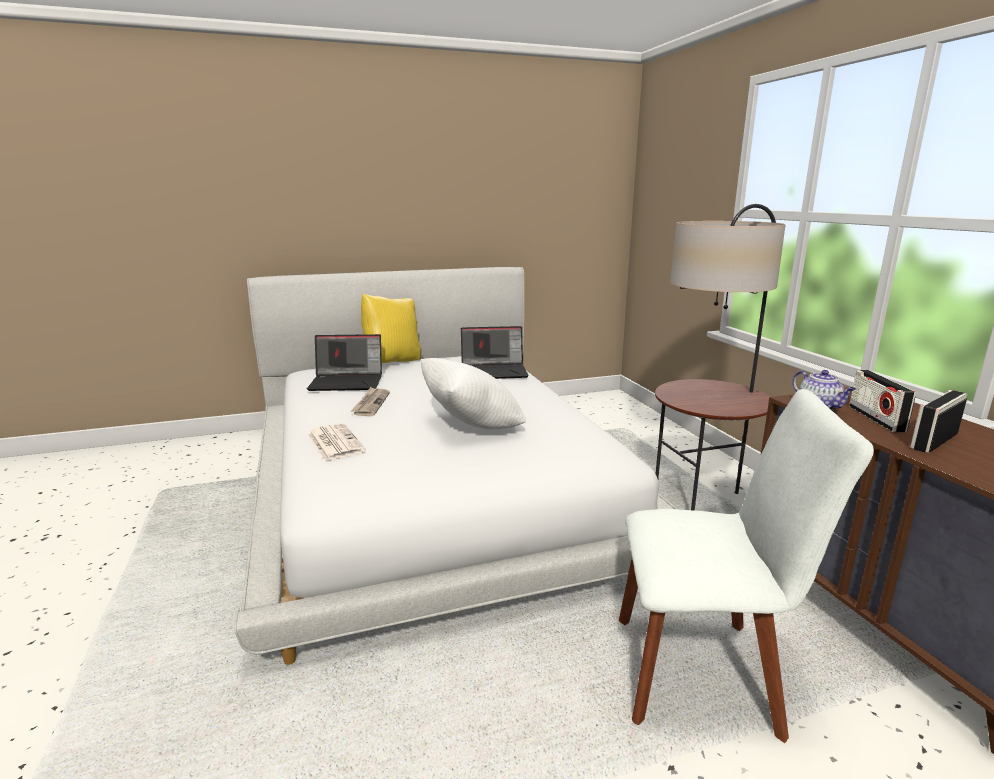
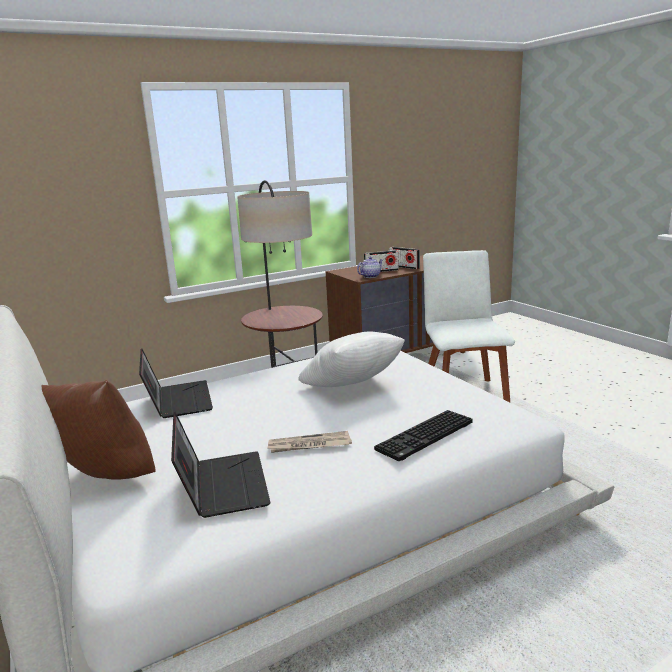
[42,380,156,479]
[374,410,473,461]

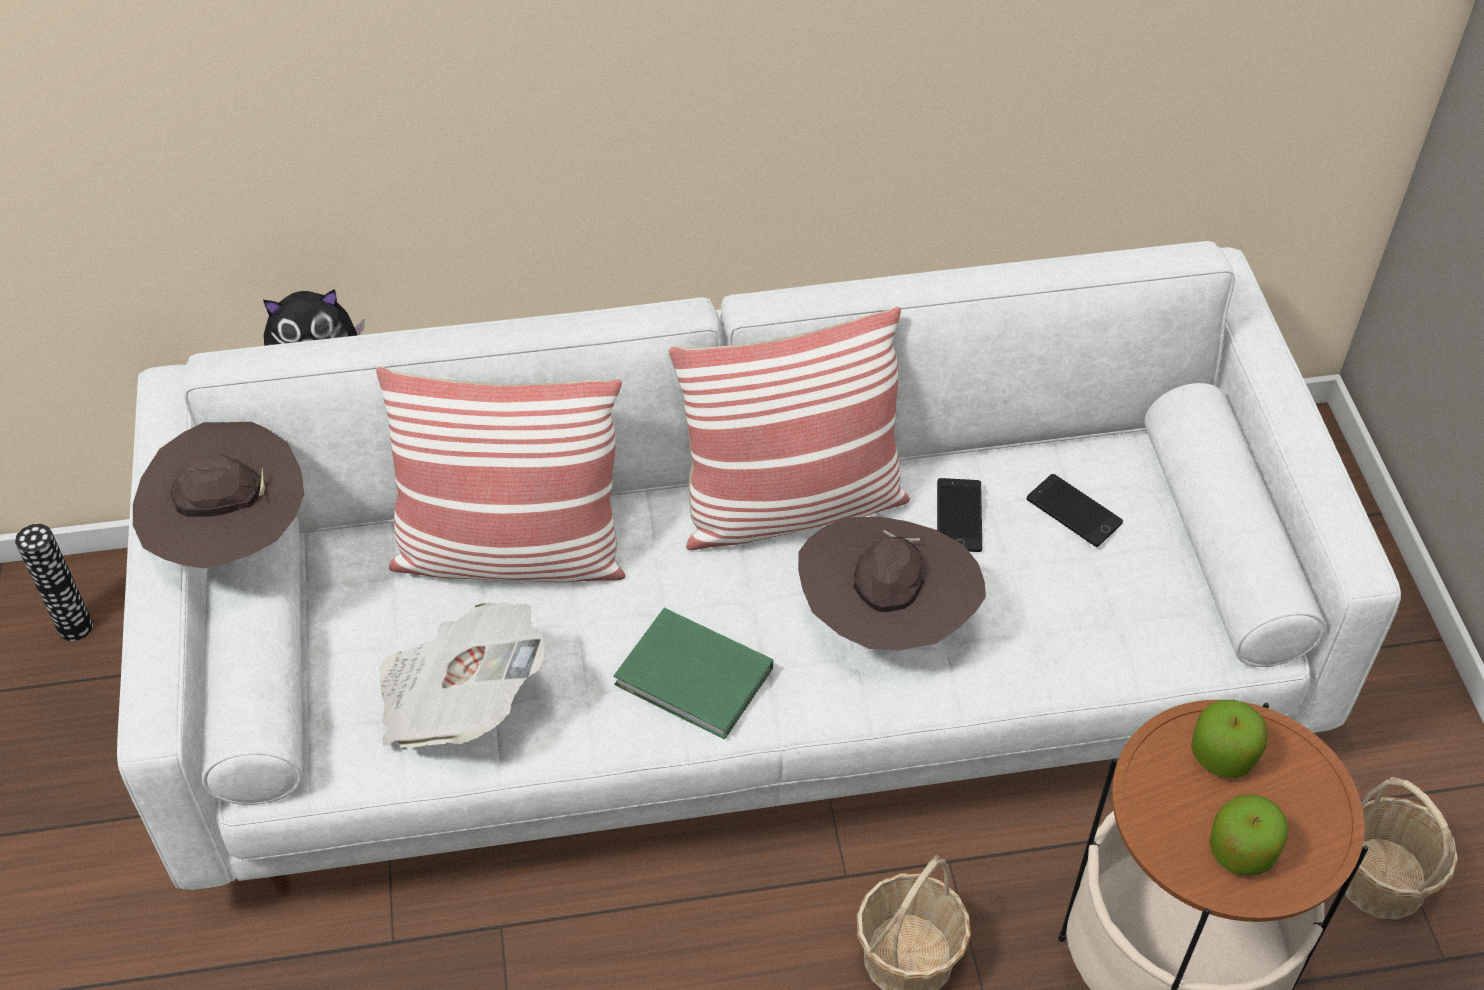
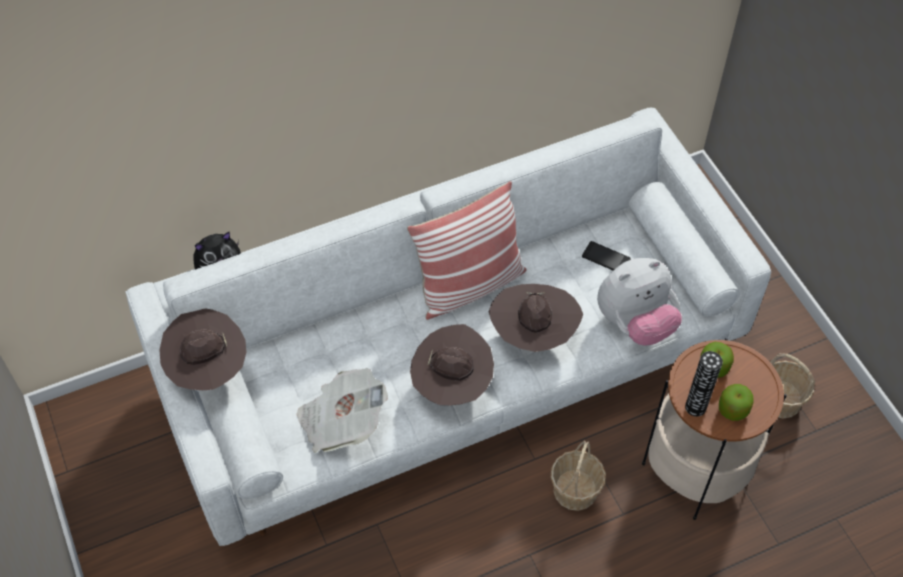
[410,324,494,406]
[597,258,682,346]
[685,351,723,417]
[376,366,625,582] (first image)
[937,478,982,552] (first image)

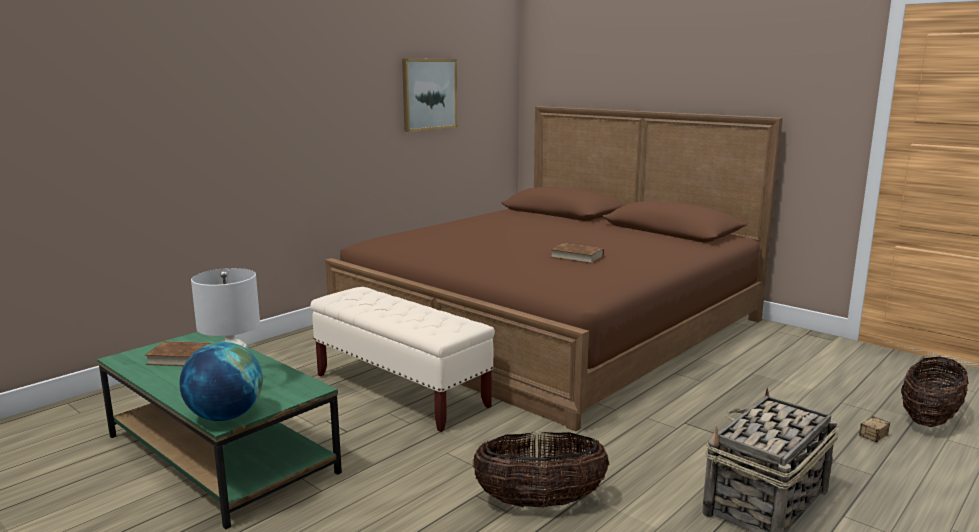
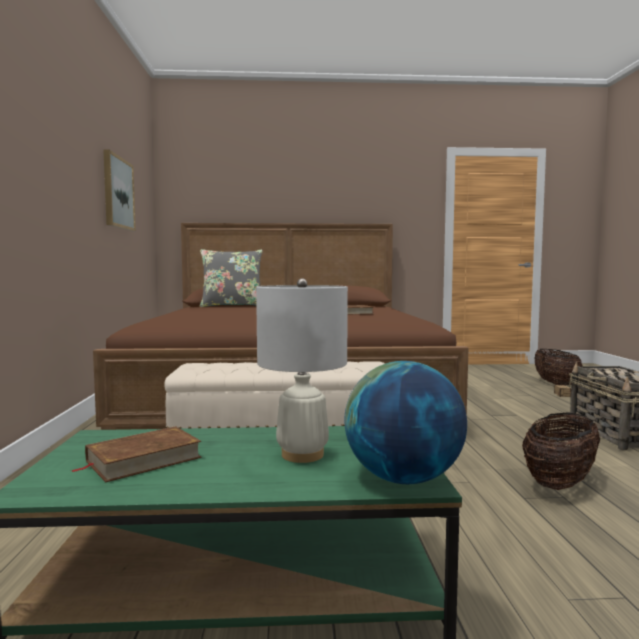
[200,249,263,307]

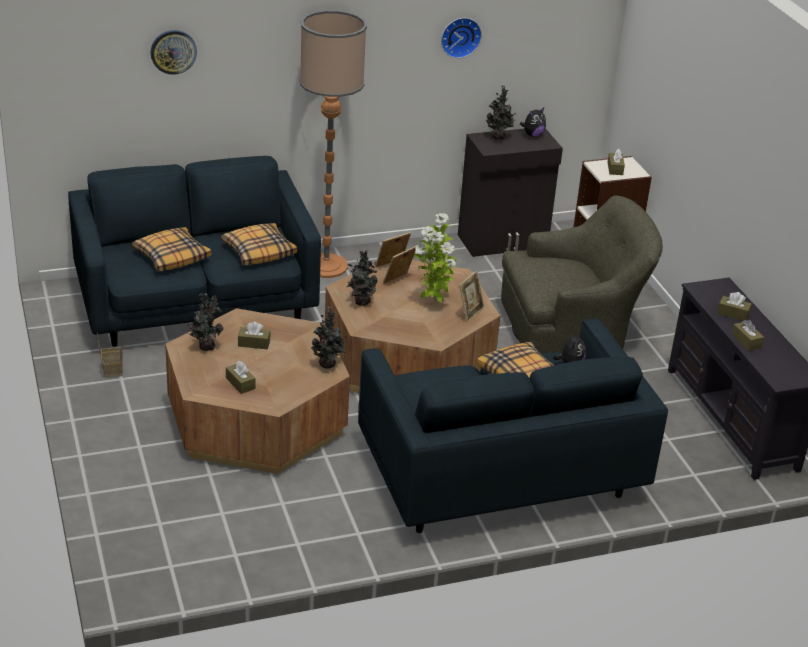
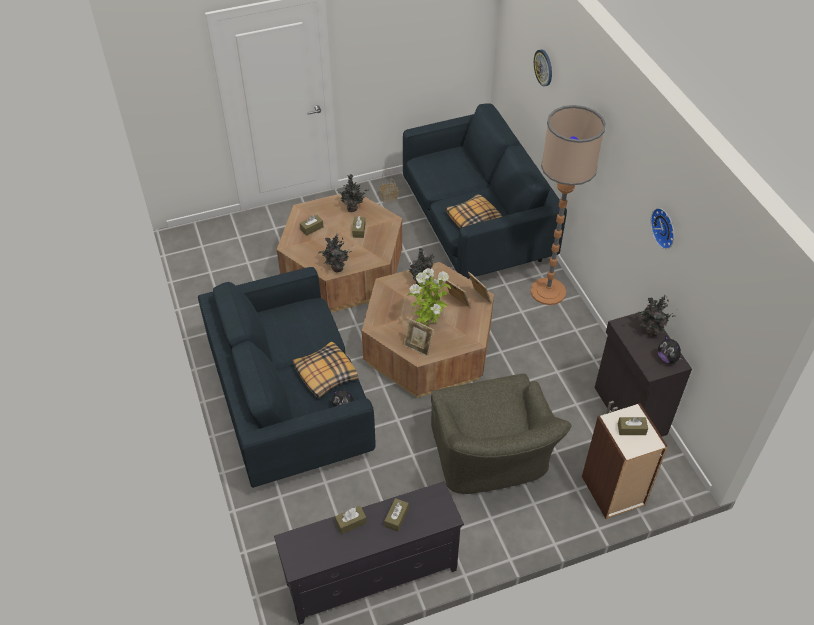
[132,227,211,271] (first image)

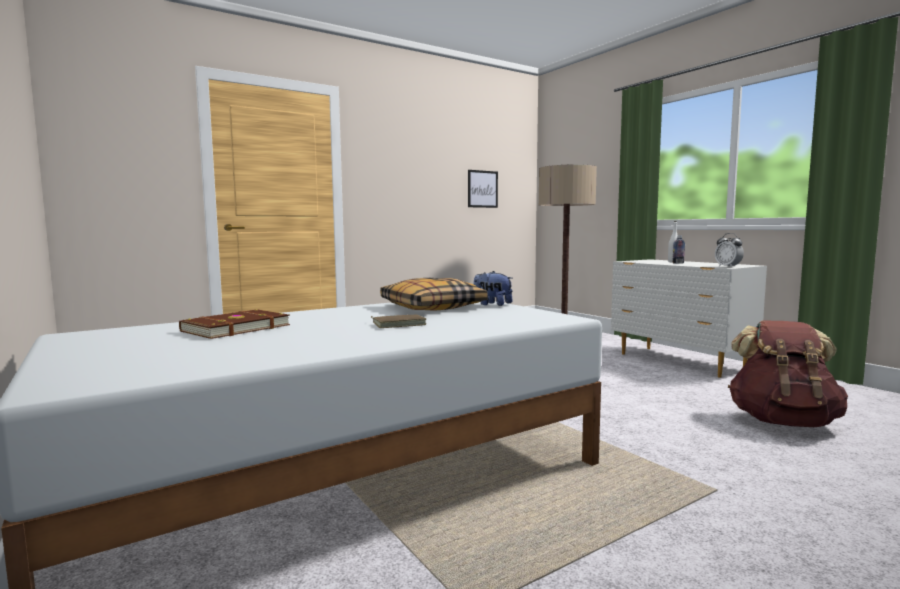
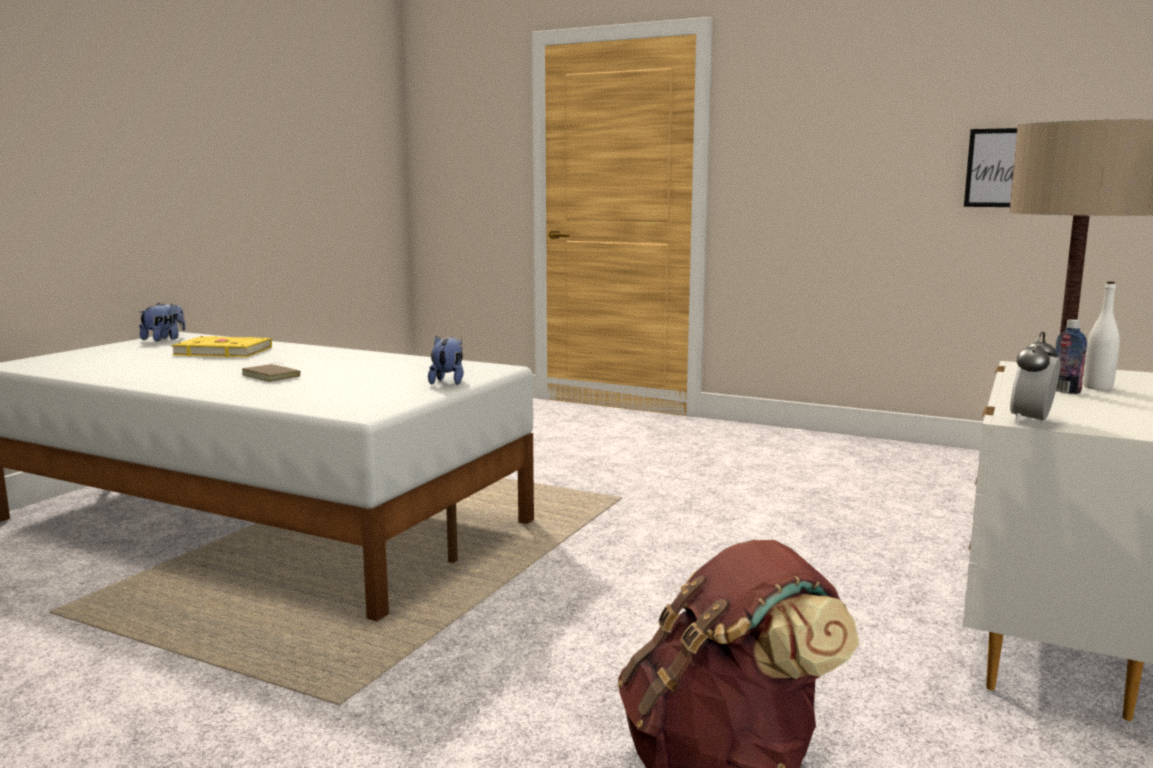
[139,302,185,341]
[171,336,272,357]
[380,278,488,311] (first image)

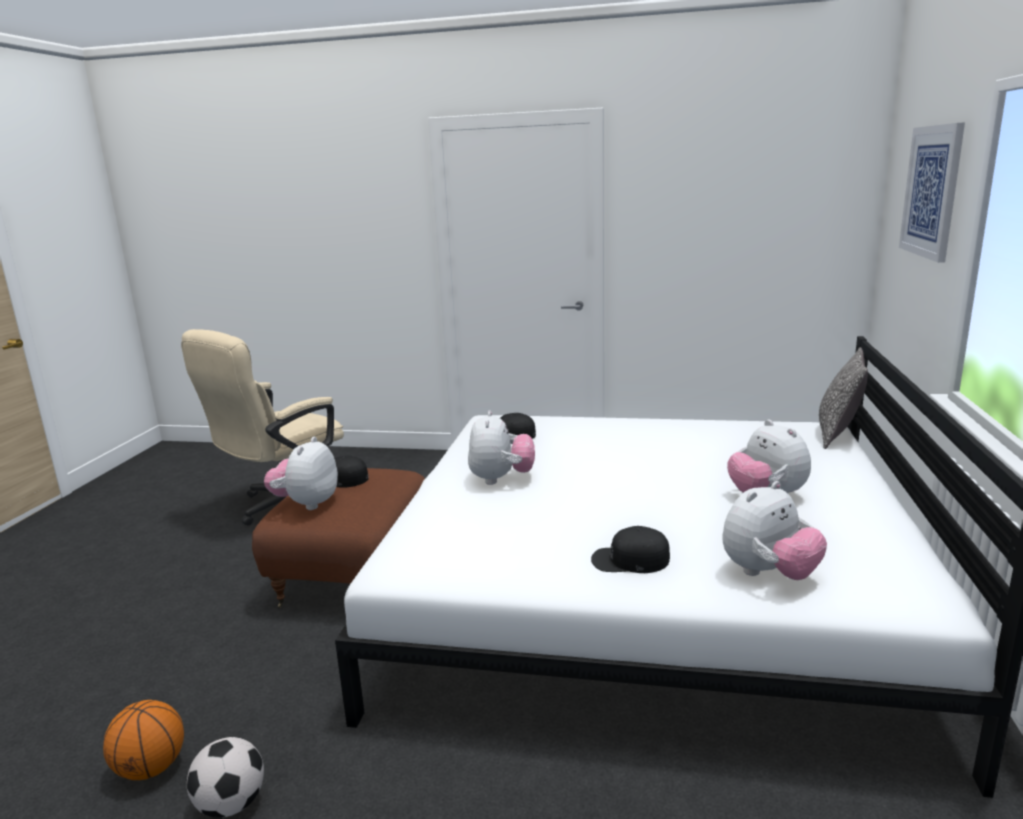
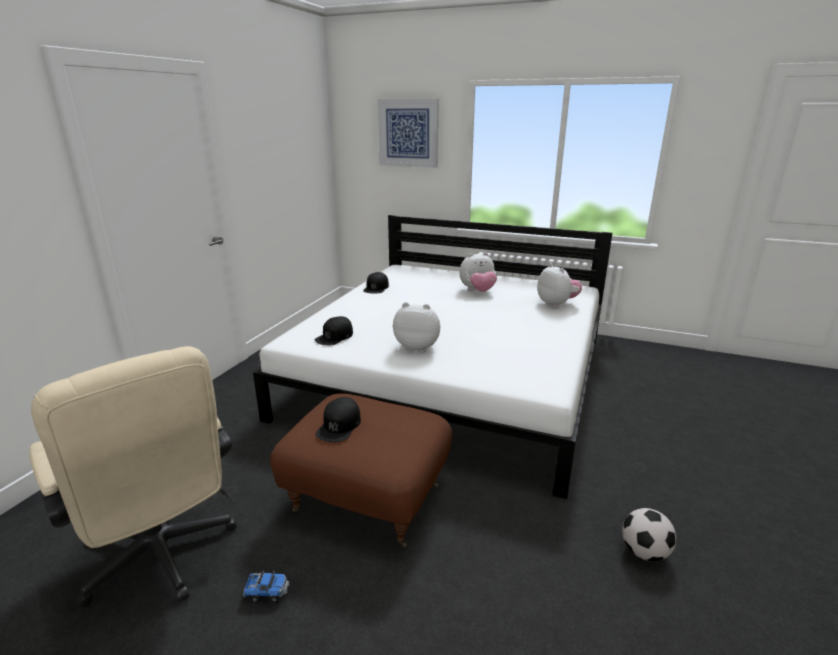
[243,569,289,604]
[363,272,389,293]
[103,700,184,780] (first image)
[264,437,338,510] (first image)
[819,347,868,449] (first image)

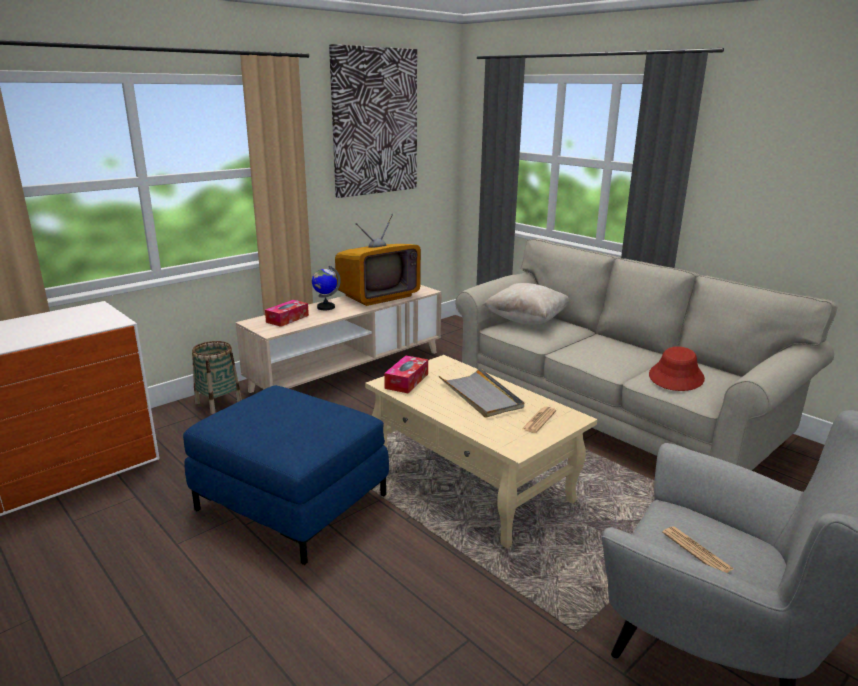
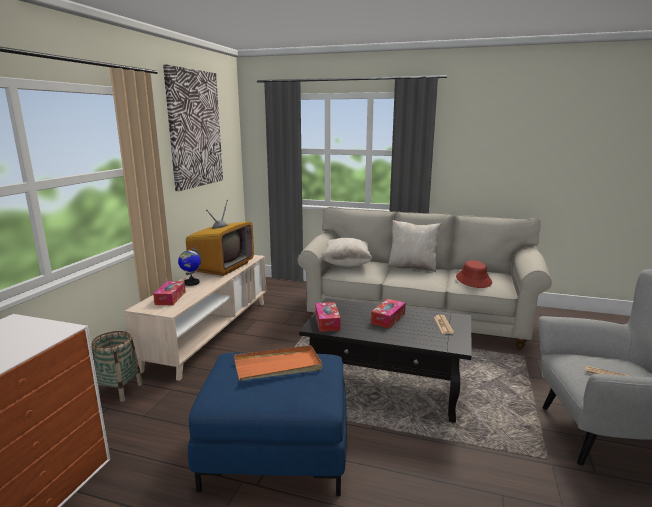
[234,345,322,381]
[299,298,472,423]
[371,299,406,329]
[387,220,441,273]

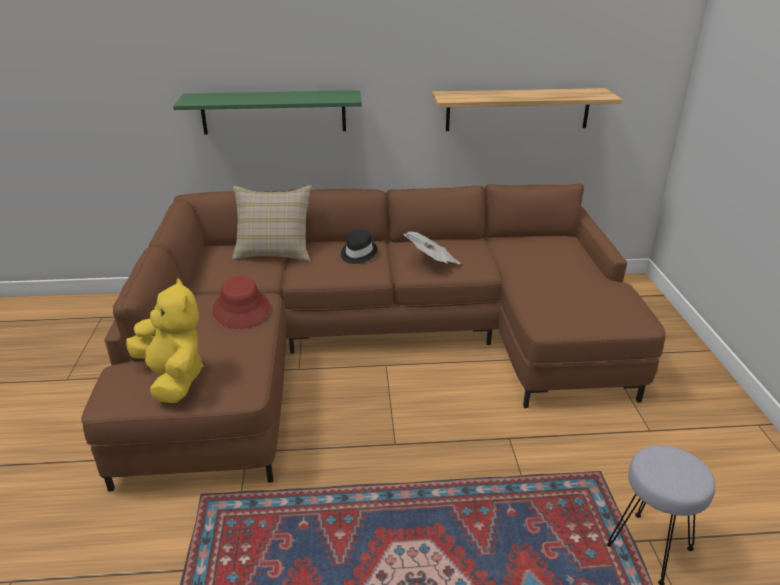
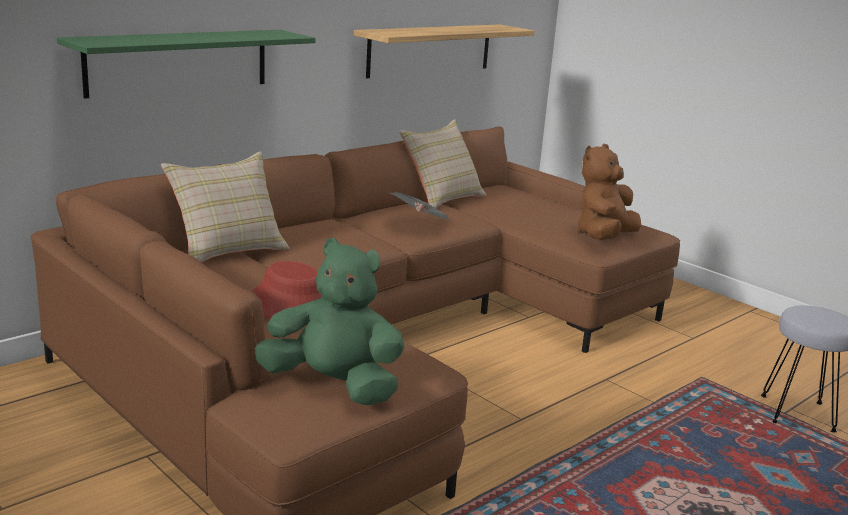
[255,238,405,405]
[399,119,486,208]
[577,144,641,240]
[341,229,377,264] (first image)

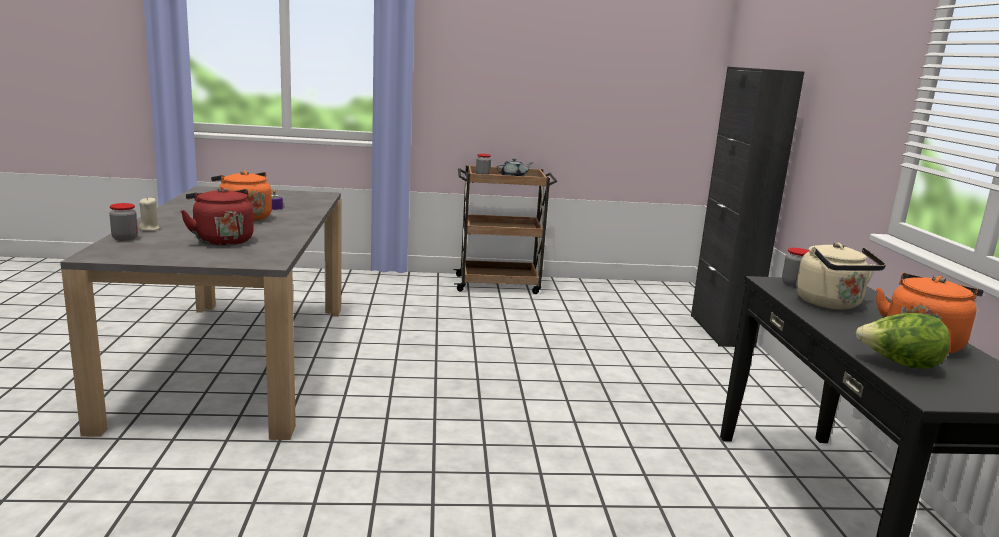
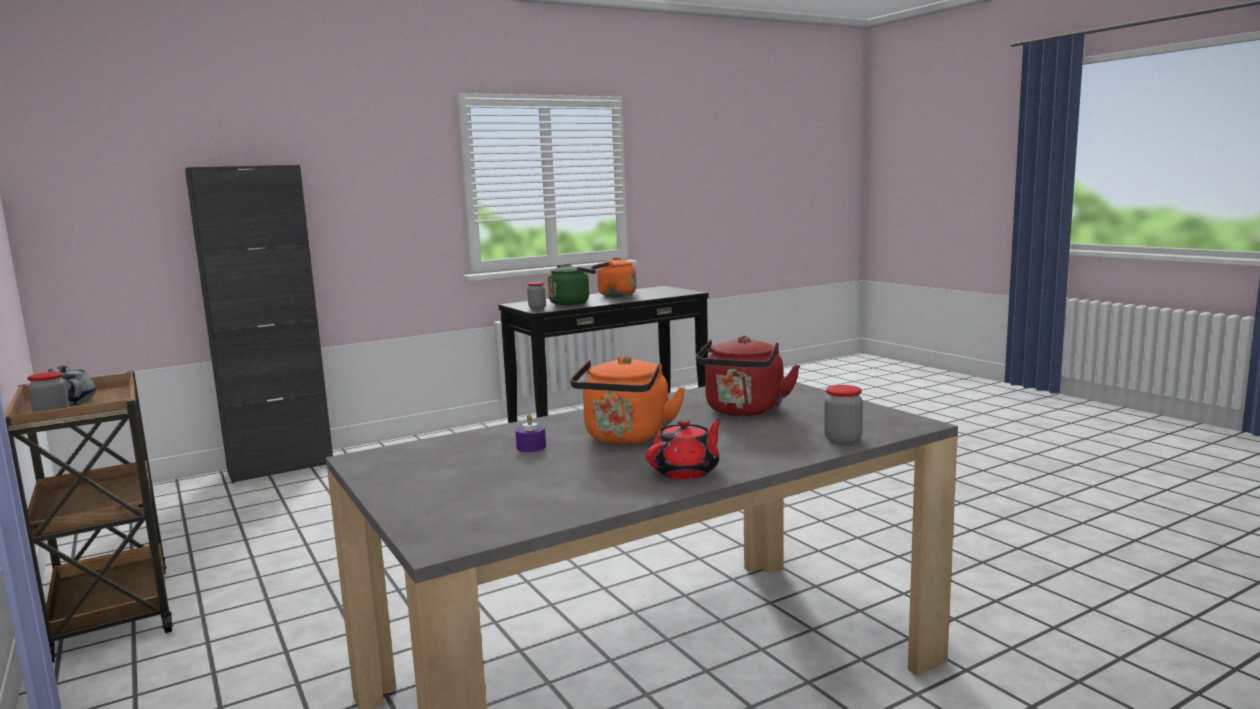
[548,264,596,305]
[646,419,723,480]
[139,198,160,231] (first image)
[856,313,950,369] (first image)

